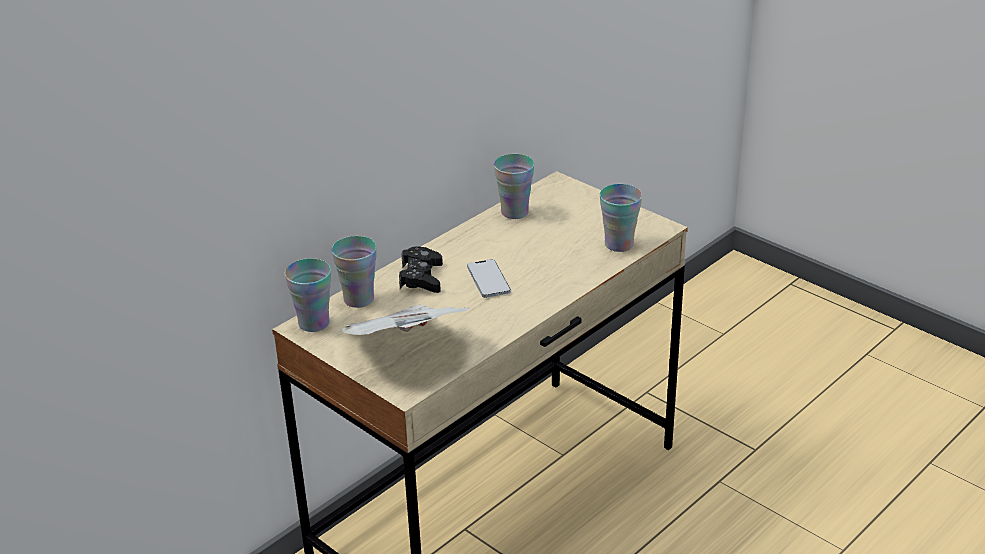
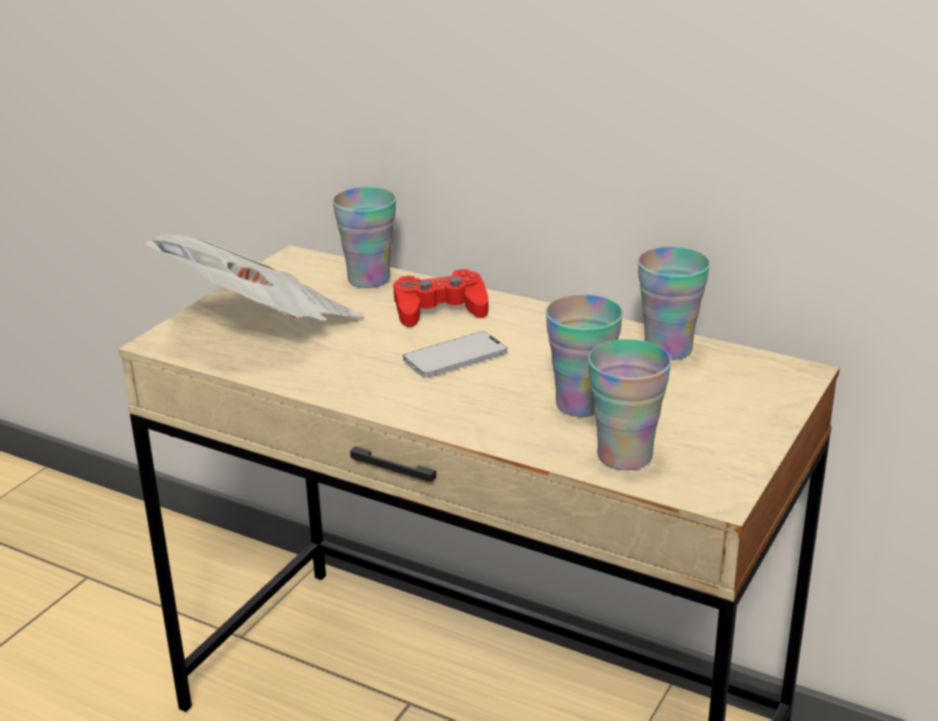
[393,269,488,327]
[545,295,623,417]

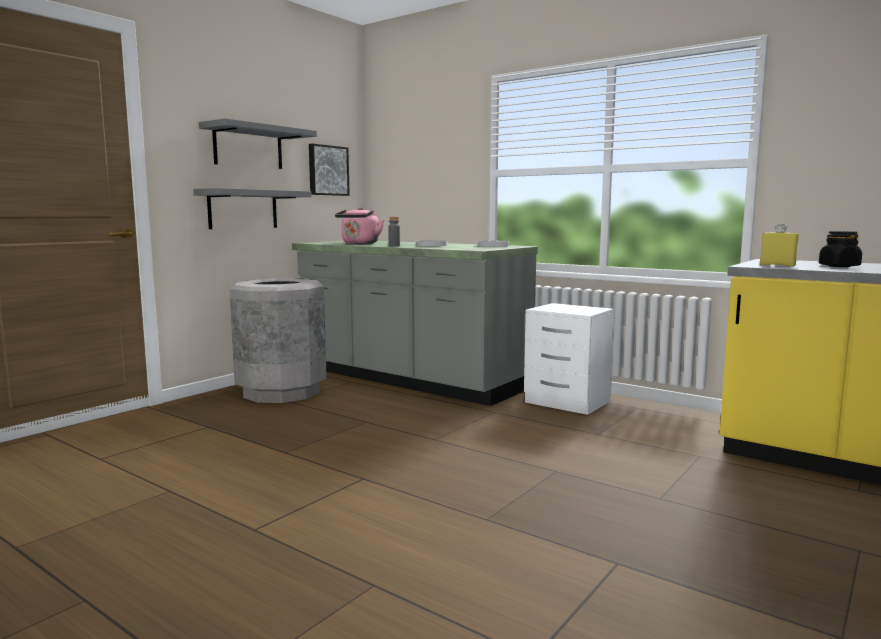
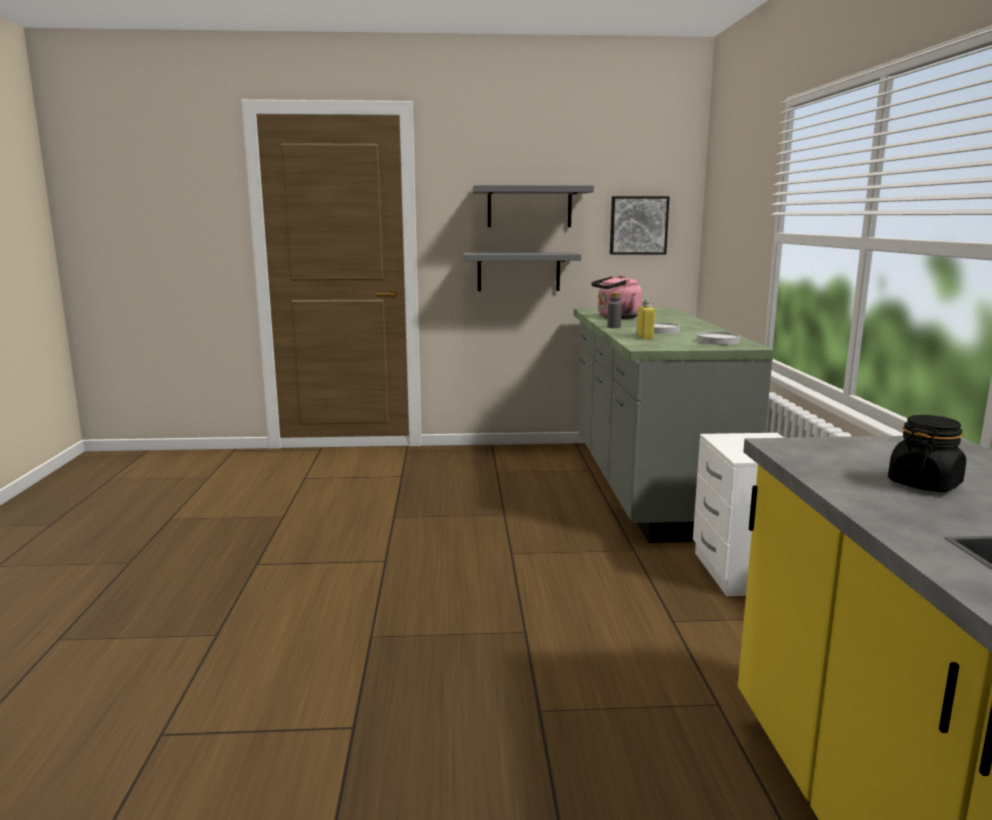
[637,299,655,339]
[230,278,327,403] (first image)

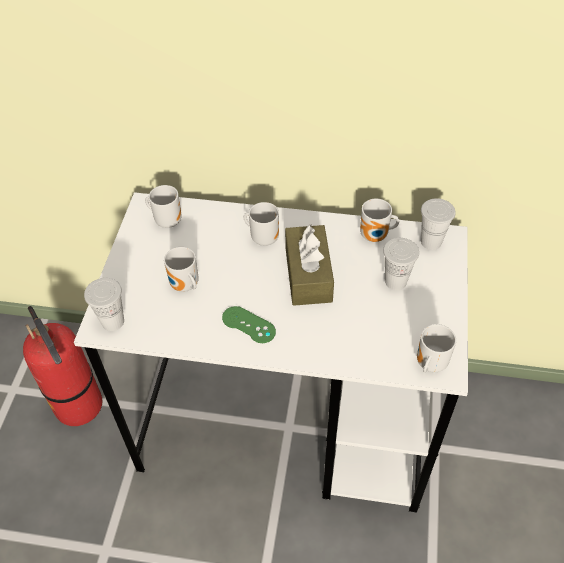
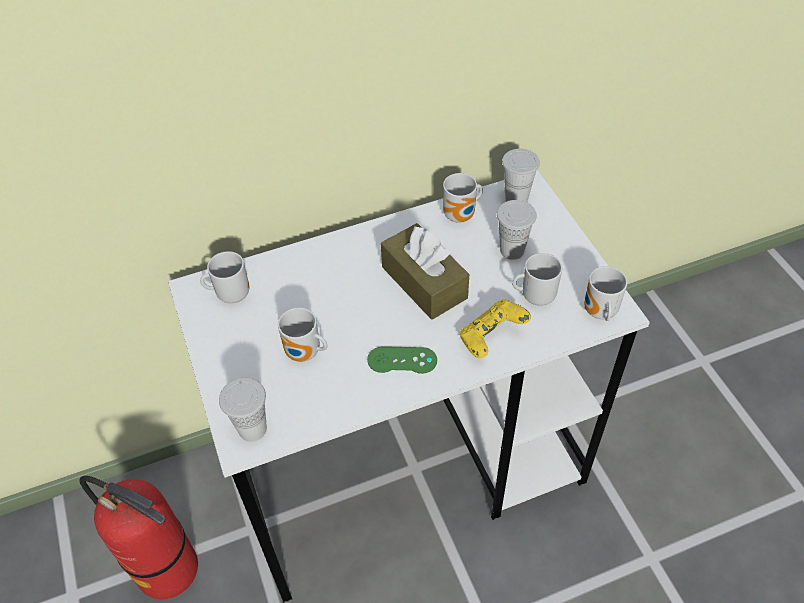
[460,299,531,358]
[512,253,562,306]

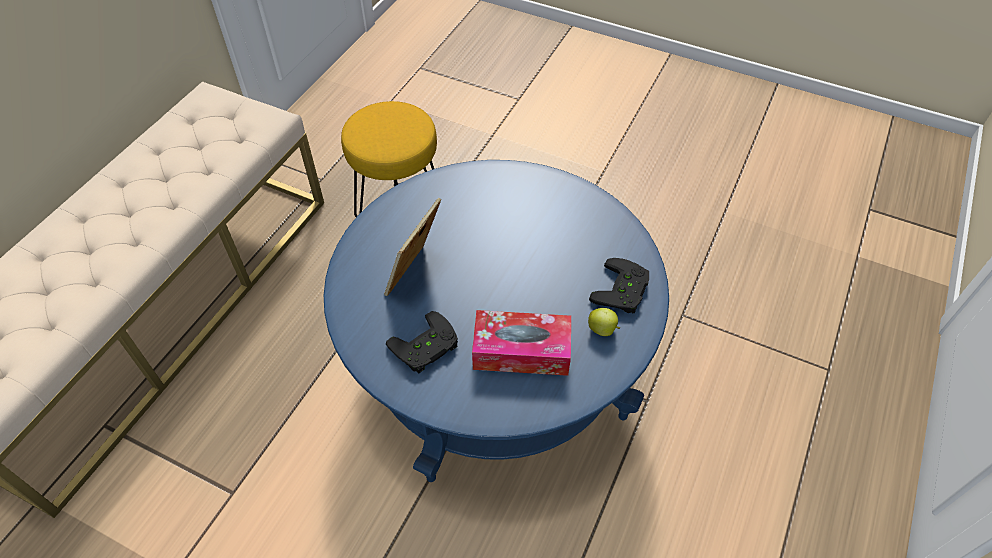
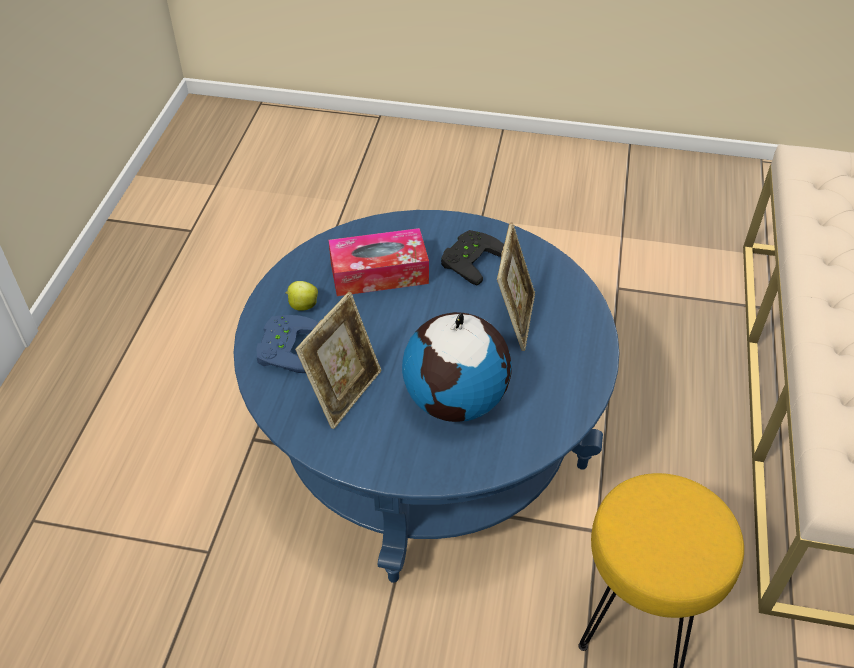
[257,315,318,373]
[295,292,381,429]
[402,312,512,422]

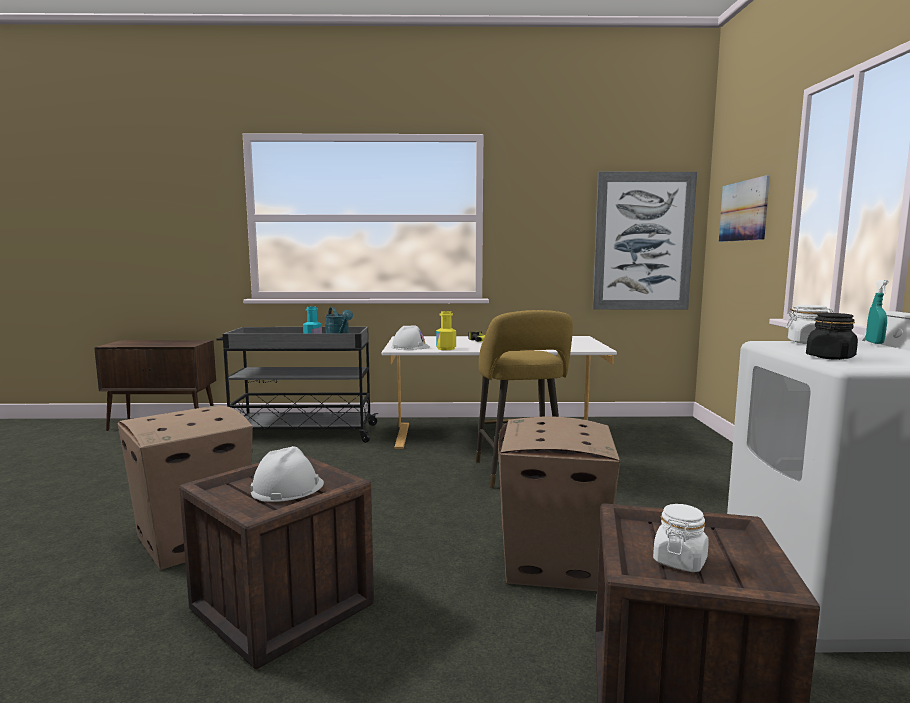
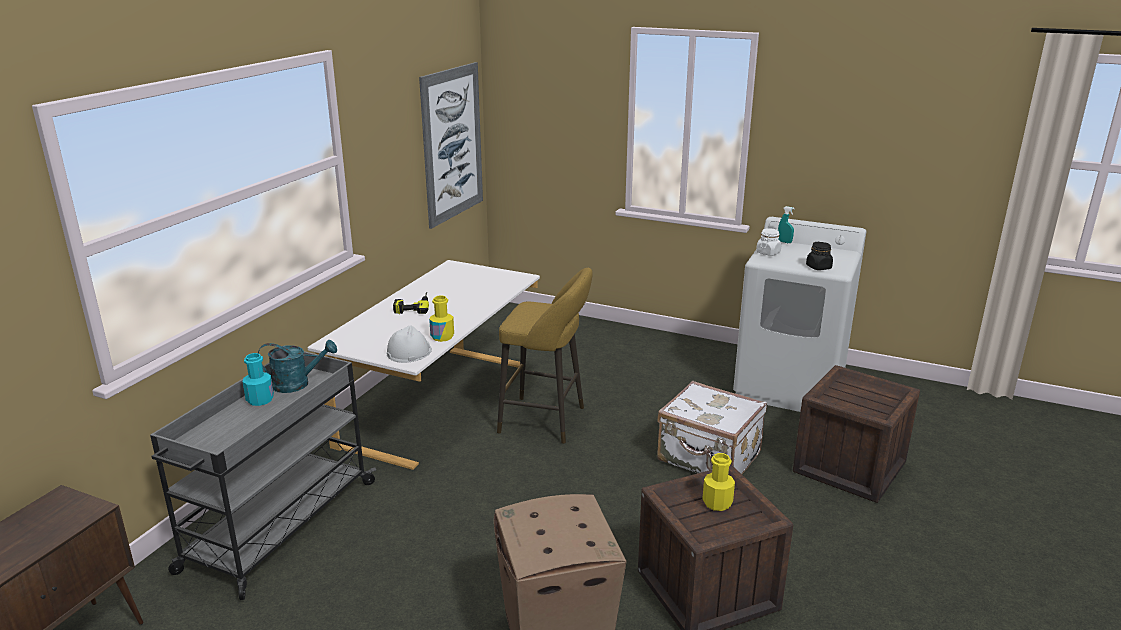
[657,381,767,474]
[702,453,735,511]
[653,504,709,572] (first image)
[719,175,770,242] (first image)

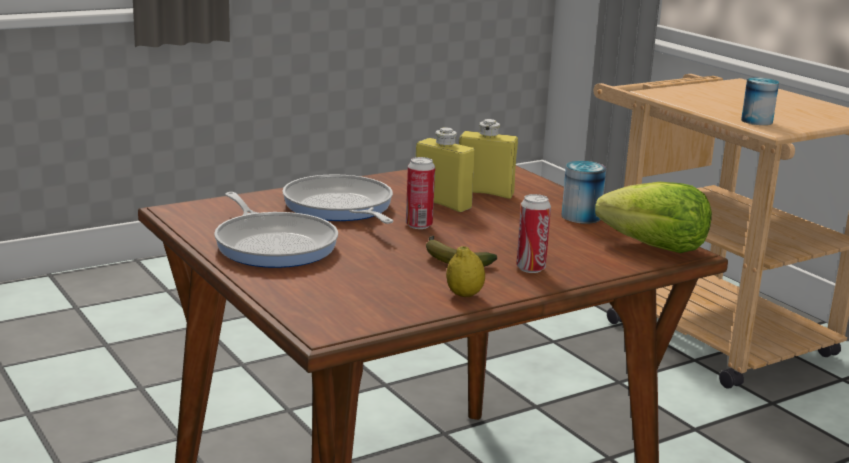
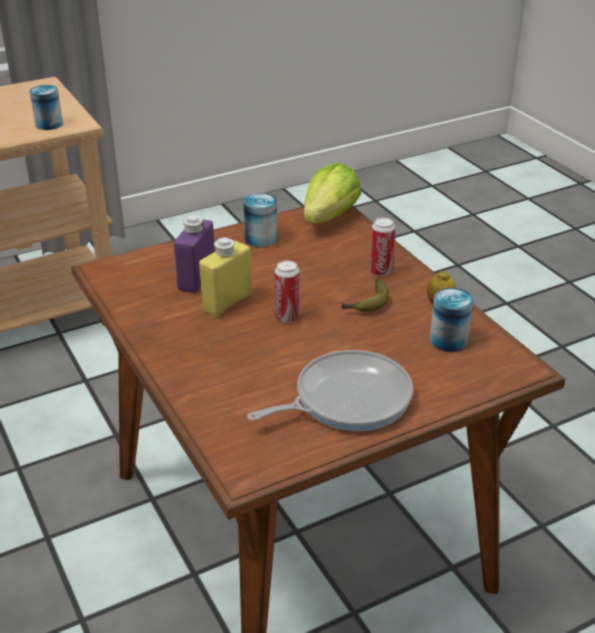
[174,215,215,293]
[430,288,474,352]
[282,174,393,224] (first image)

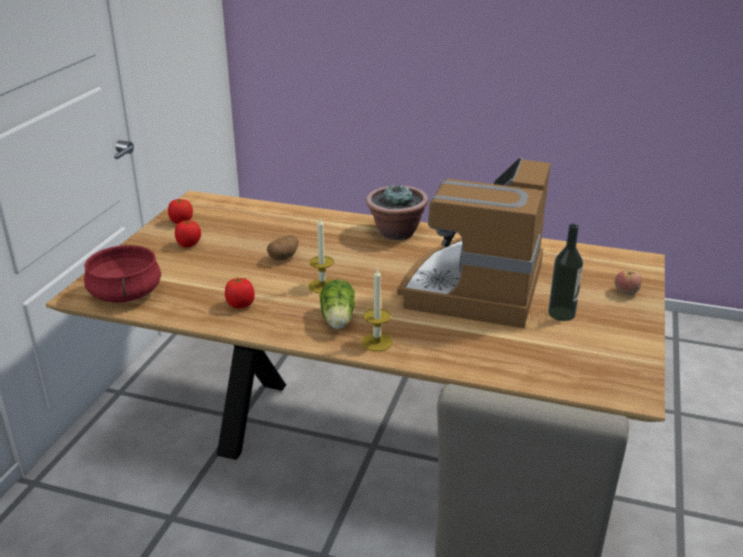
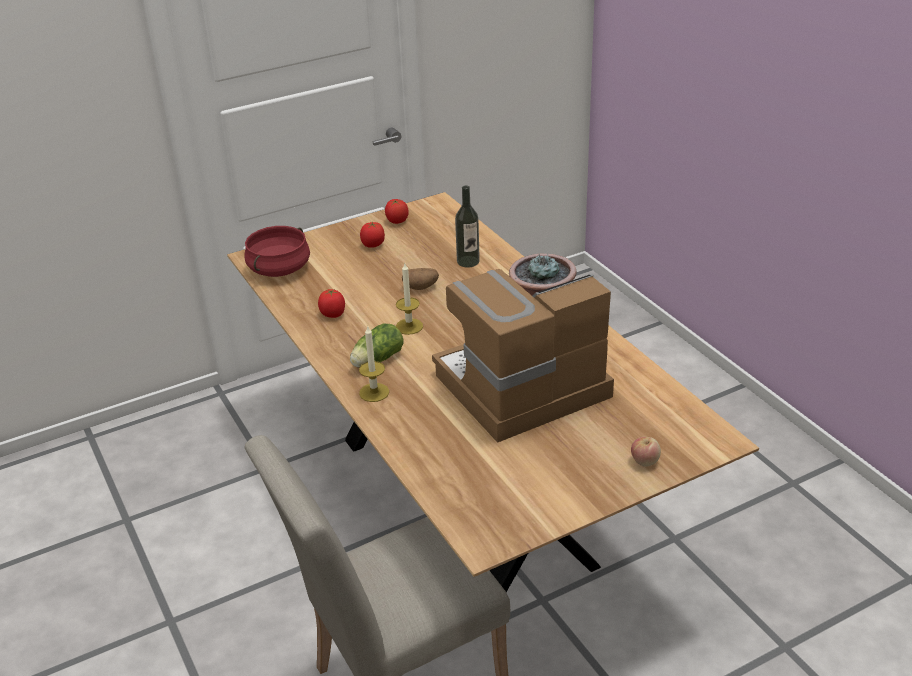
[455,186,480,268]

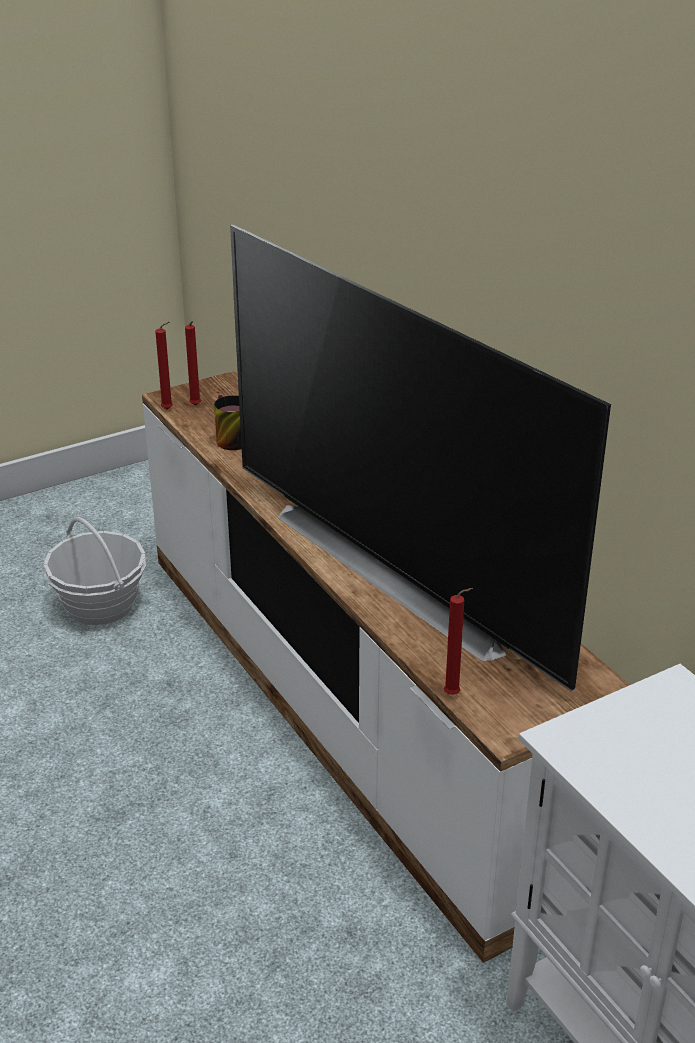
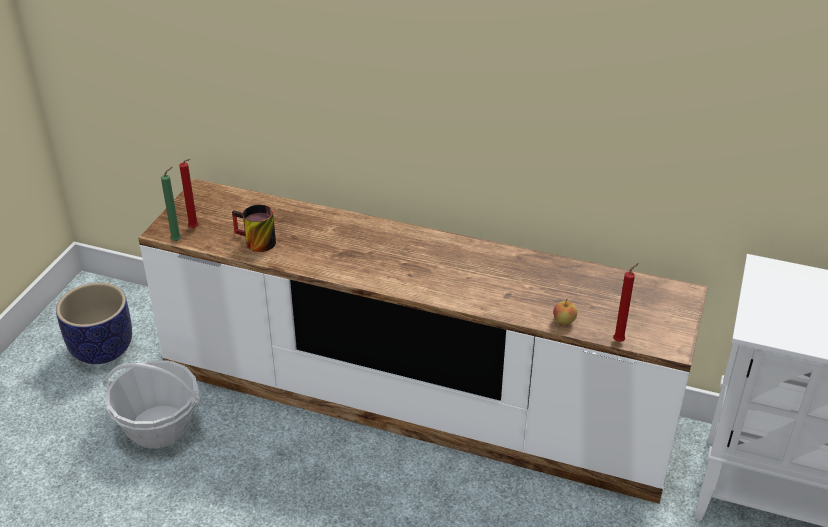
[56,283,132,364]
[161,167,181,241]
[553,299,577,325]
[230,225,611,692] (first image)

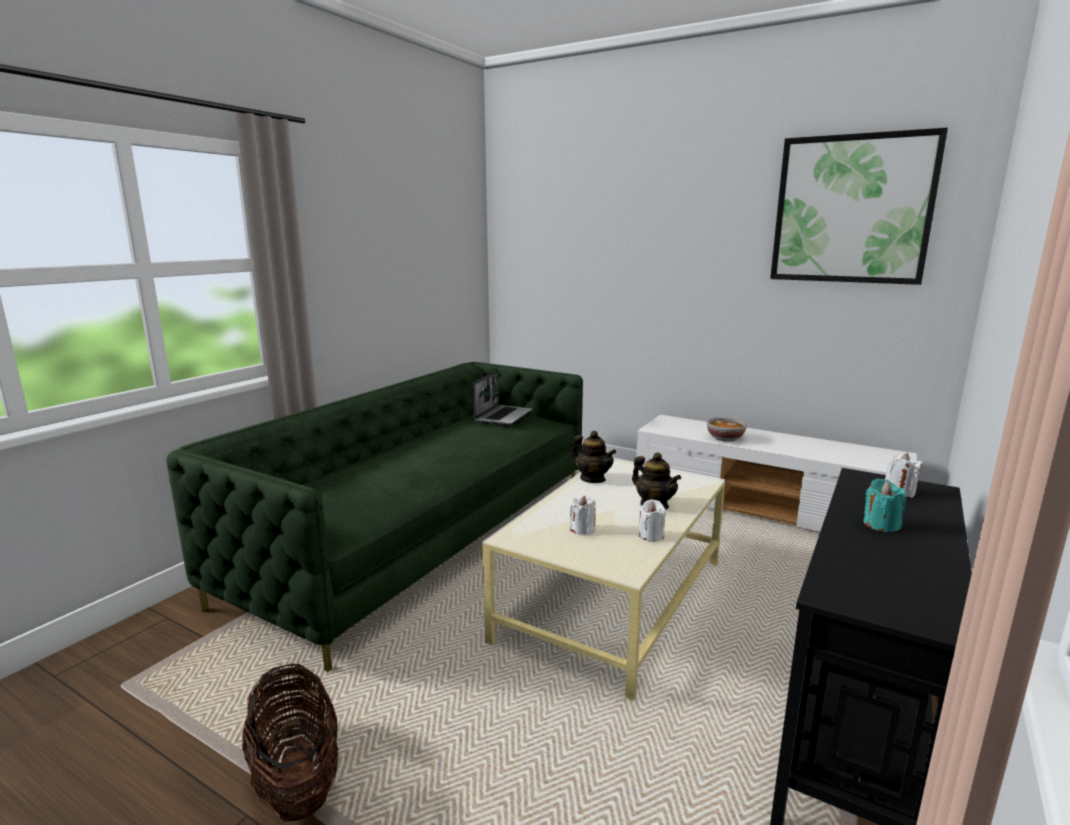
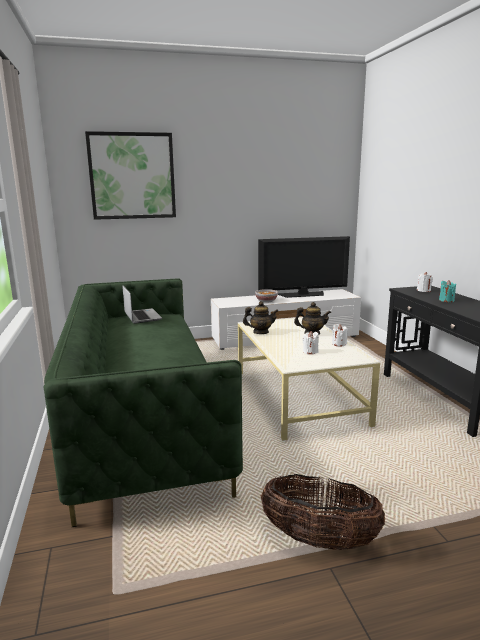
[85,131,176,220]
[258,236,350,298]

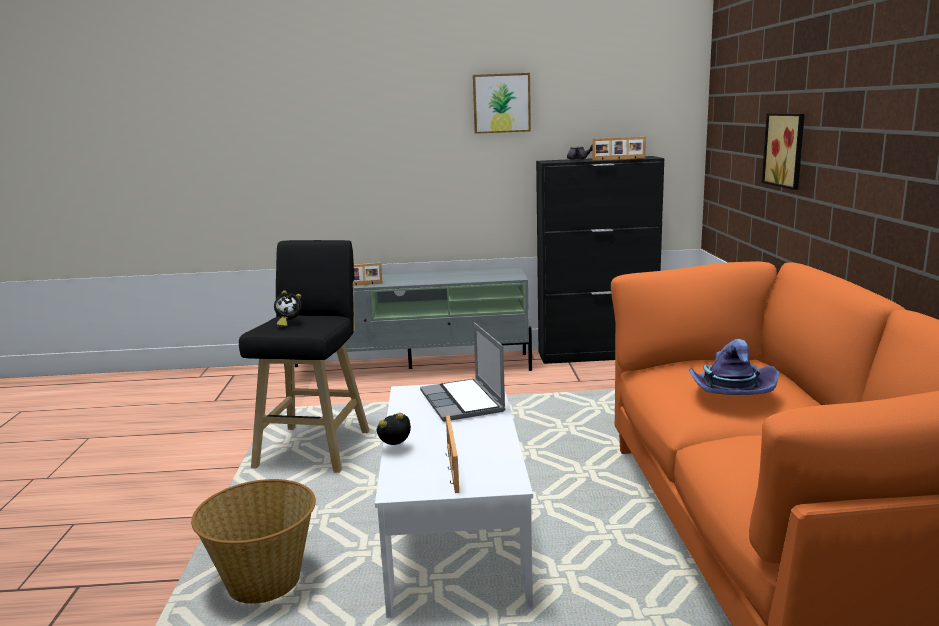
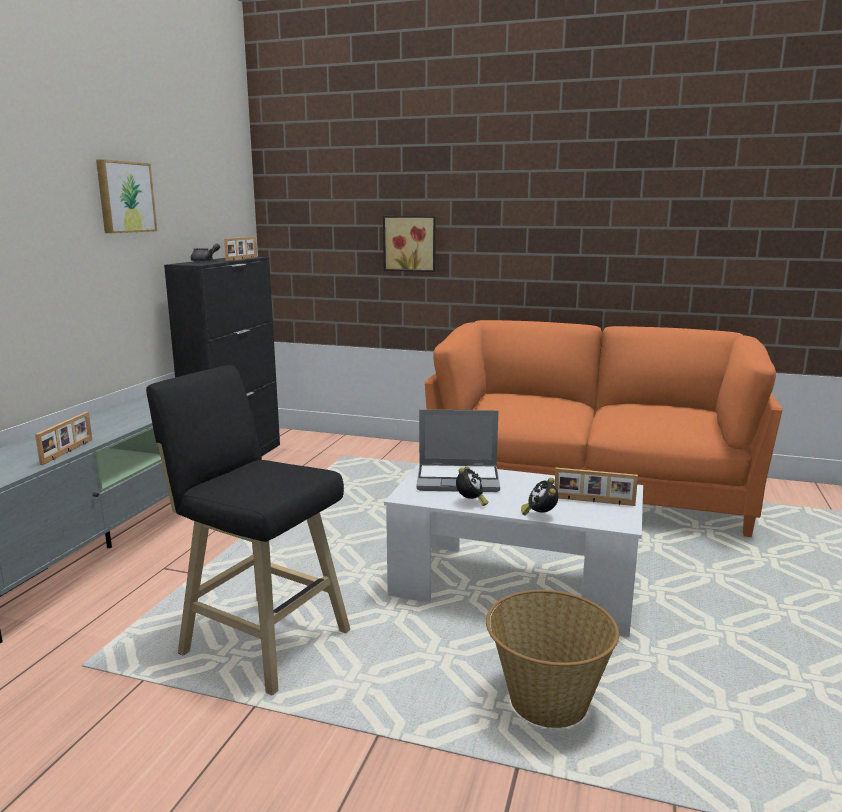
[456,467,489,506]
[689,339,779,395] (first image)

